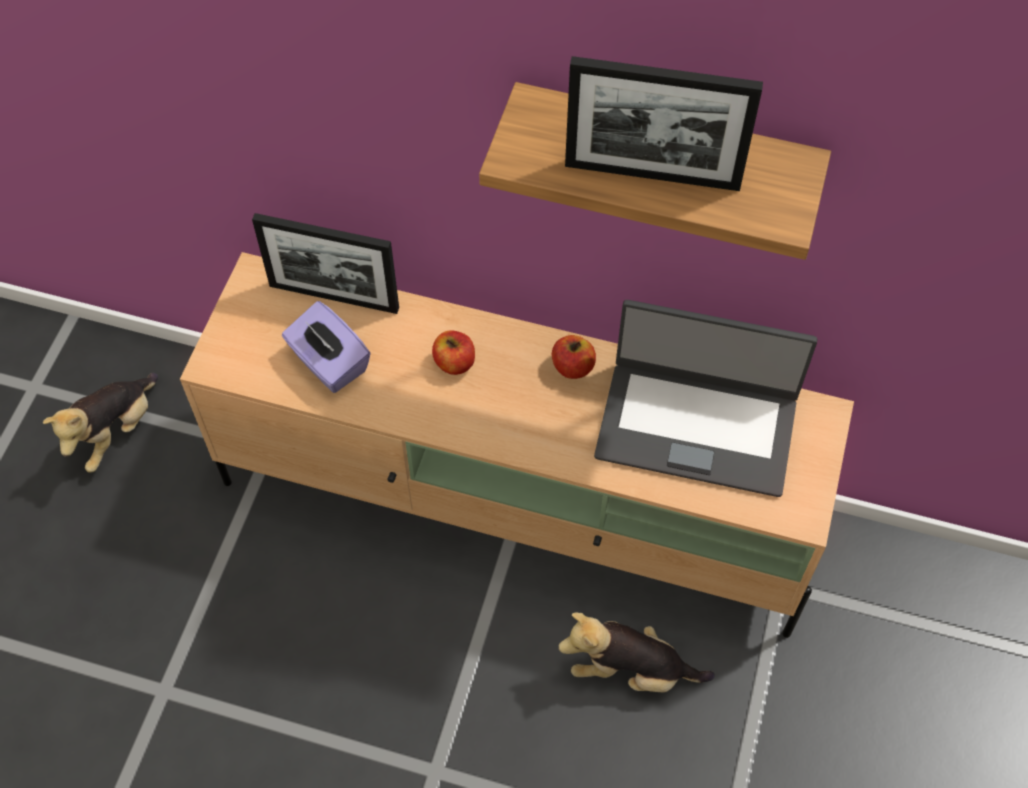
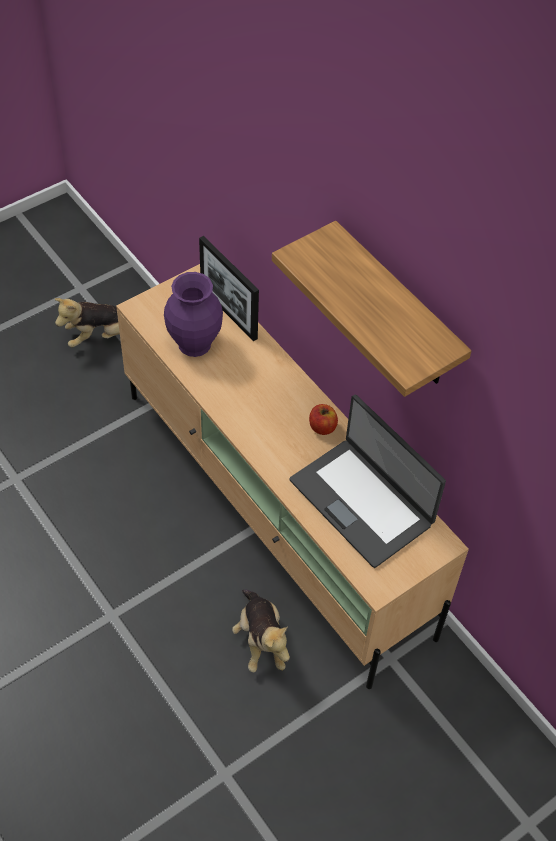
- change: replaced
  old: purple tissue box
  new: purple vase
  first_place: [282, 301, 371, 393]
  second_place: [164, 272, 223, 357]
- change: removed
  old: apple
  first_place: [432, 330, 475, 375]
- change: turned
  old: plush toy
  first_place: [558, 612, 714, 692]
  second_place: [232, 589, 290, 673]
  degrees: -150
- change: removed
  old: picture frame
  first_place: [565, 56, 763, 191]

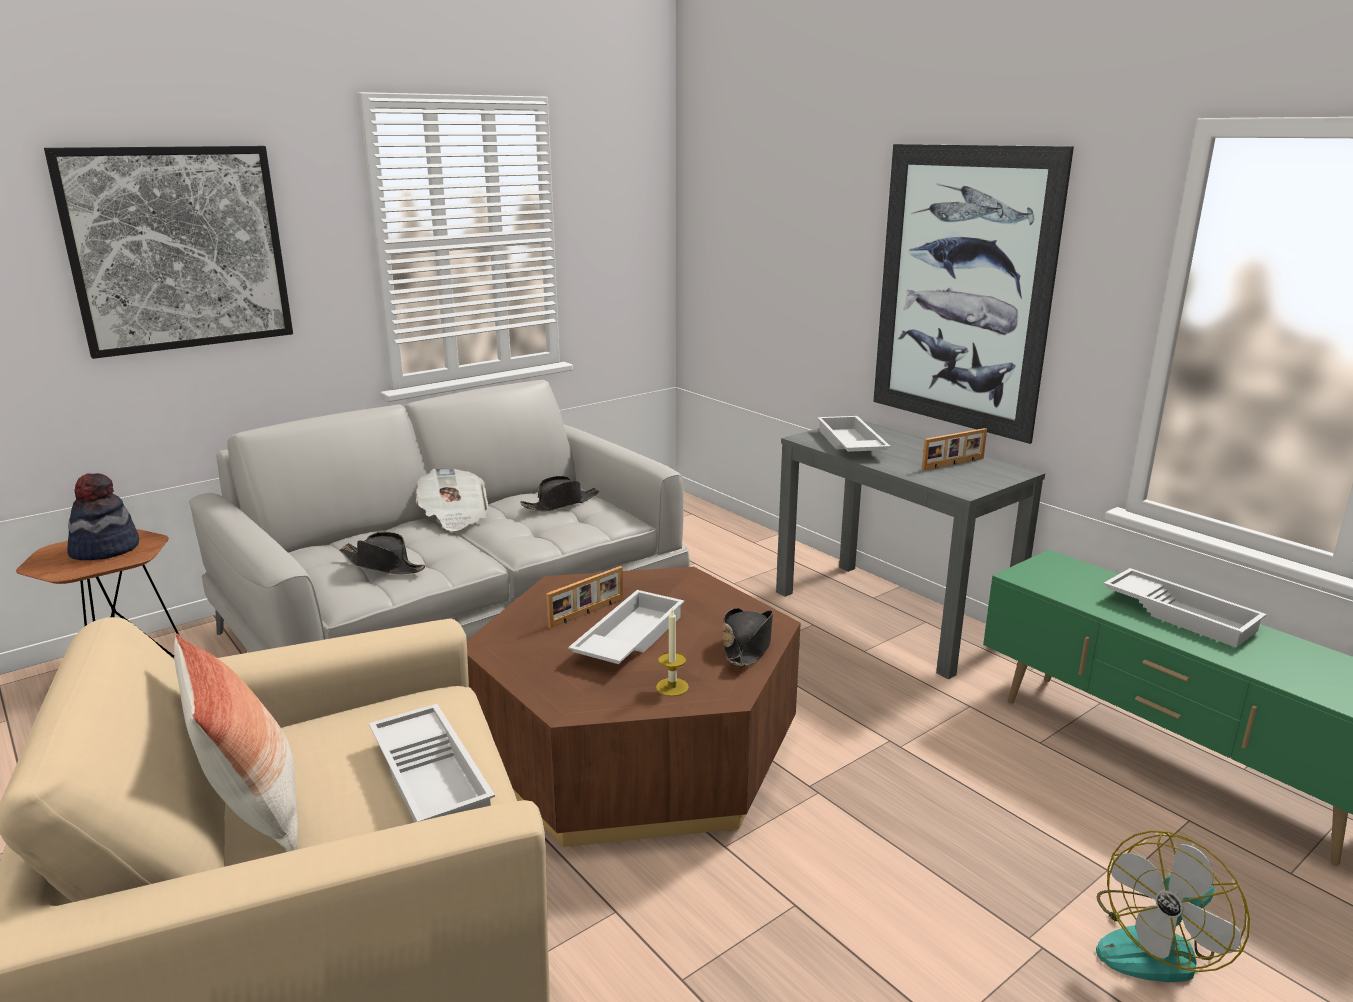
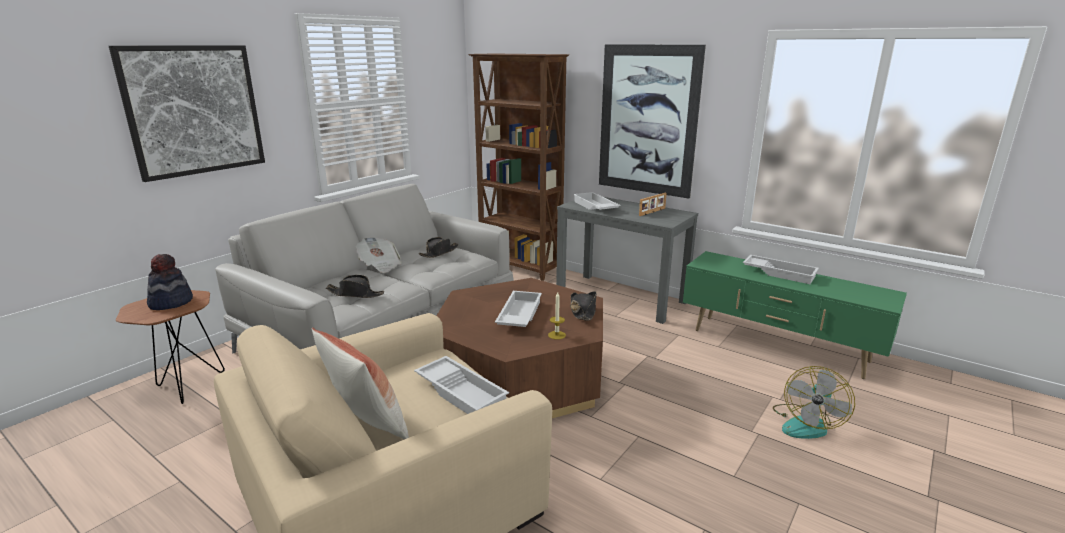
- change: removed
  old: picture frame
  first_place: [546, 566, 623, 629]
- change: added
  new: brown bookcase
  second_place: [468, 53, 569, 281]

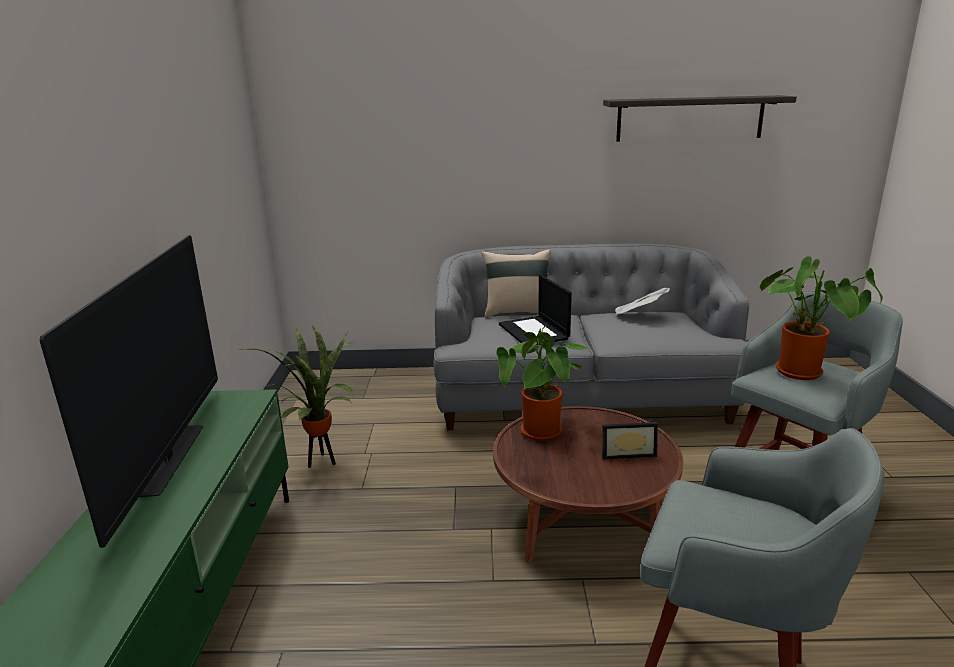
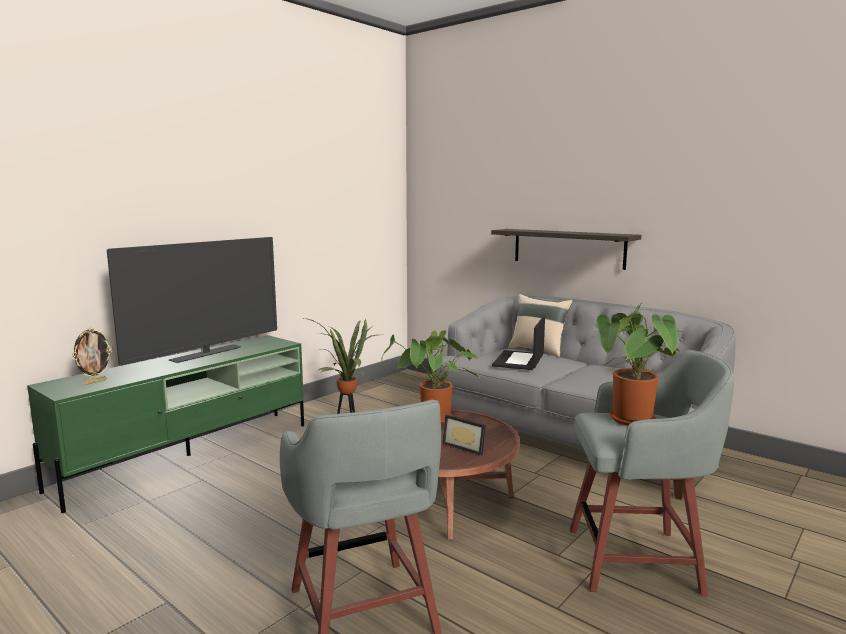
- change: moved
  old: shelf
  first_place: [603, 95, 797, 141]
  second_place: [491, 229, 641, 270]
- change: added
  new: picture frame
  second_place: [72, 328, 112, 385]

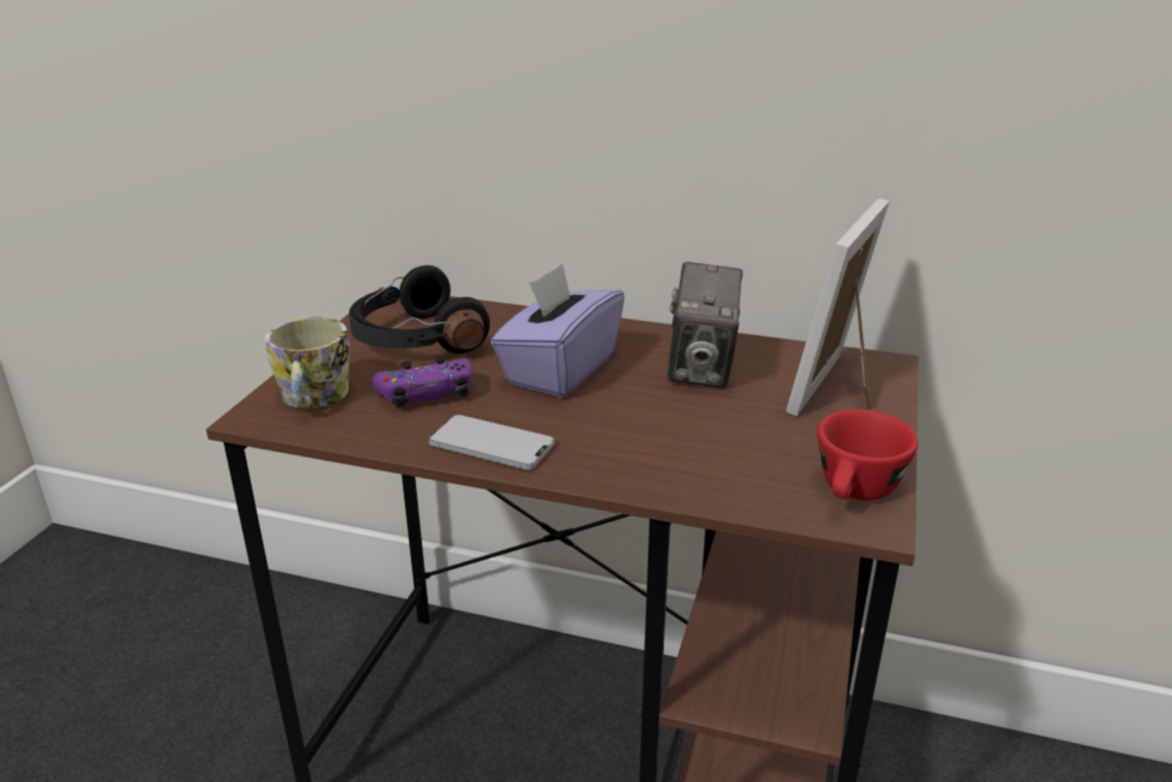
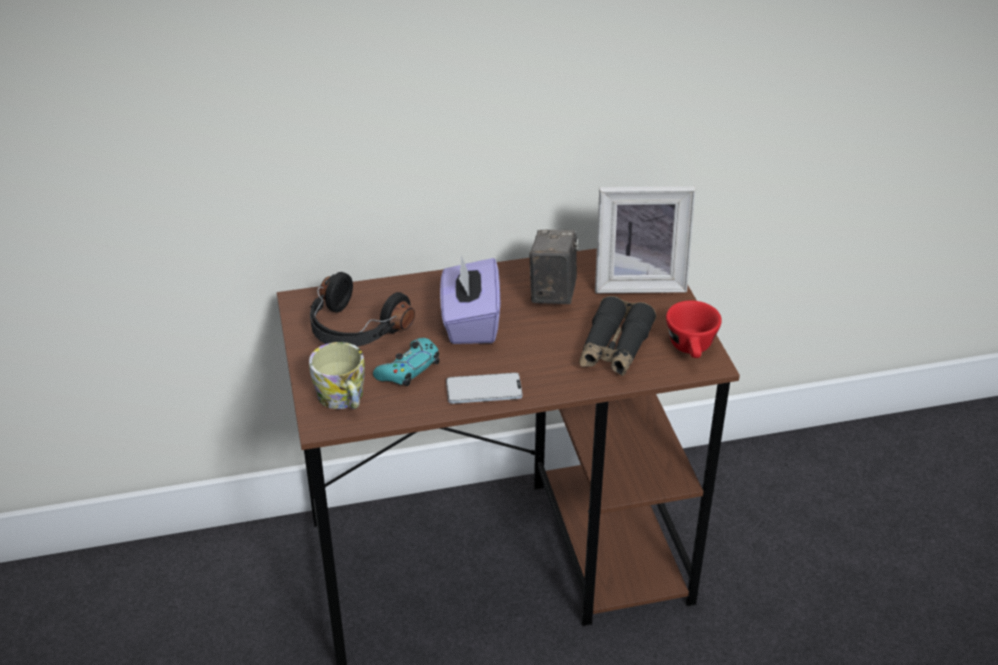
- change: recoloured
  old: purple game controller
  new: turquoise game controller
  first_place: [373, 355, 473, 408]
  second_place: [373, 338, 439, 386]
- change: turned
  old: photo camera
  first_place: [667, 262, 743, 388]
  second_place: [530, 230, 578, 304]
  degrees: -150
- change: turned
  old: picture frame
  first_place: [786, 198, 890, 416]
  second_place: [595, 186, 696, 293]
  degrees: -90
- change: added
  new: black binoculars
  second_place: [579, 296, 656, 376]

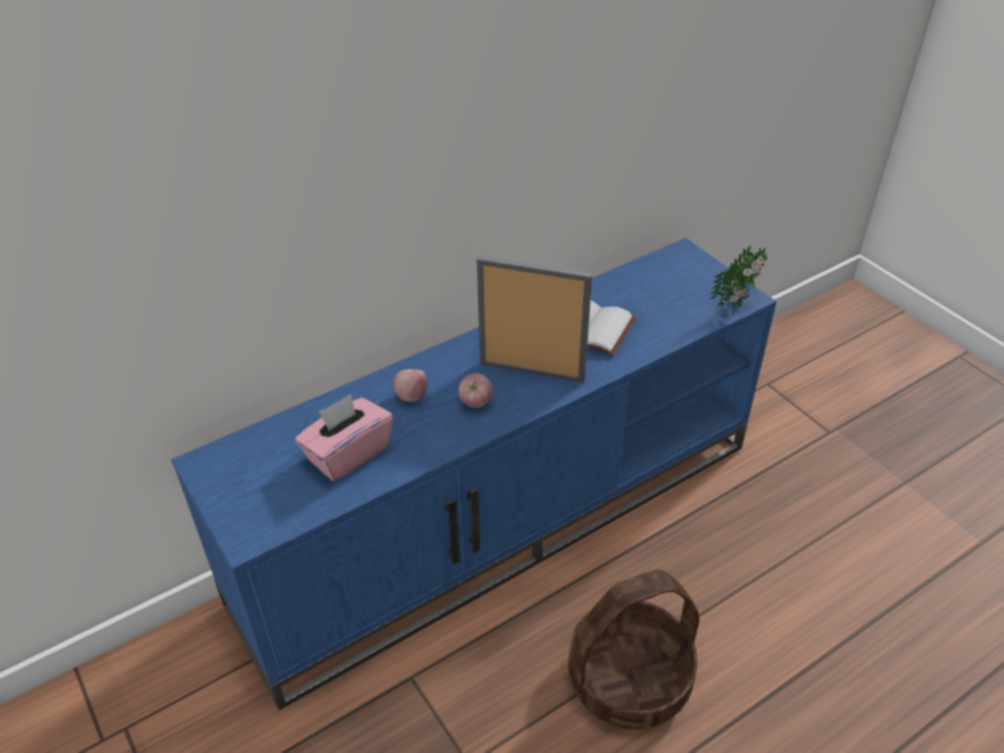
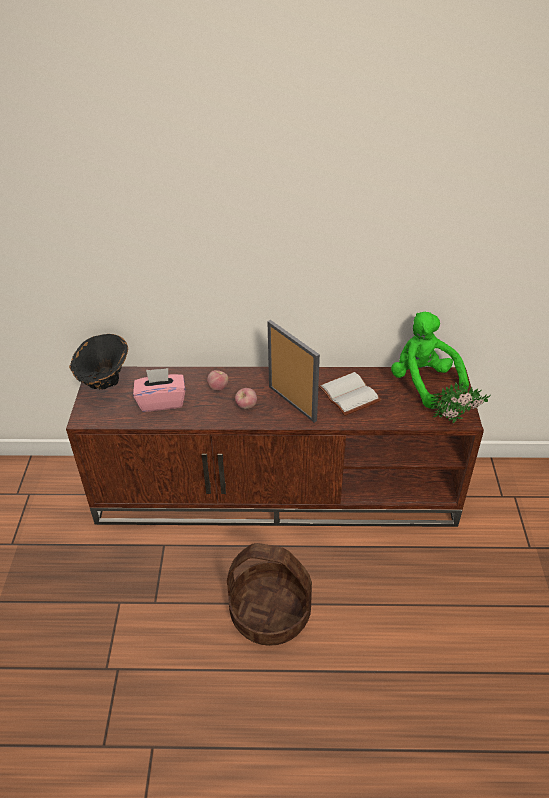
- change: recoloured
  old: blue tv stand
  new: brown tv stand
  first_place: [171, 238, 777, 710]
  second_place: [66, 367, 484, 527]
- change: added
  new: black vase
  second_place: [69, 334, 128, 390]
- change: added
  new: green plush toy
  second_place: [391, 312, 469, 408]

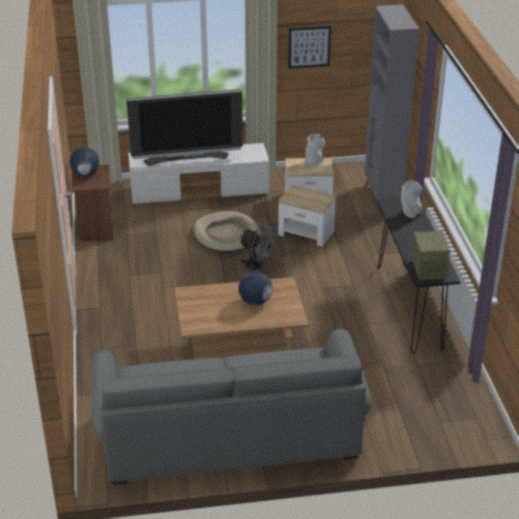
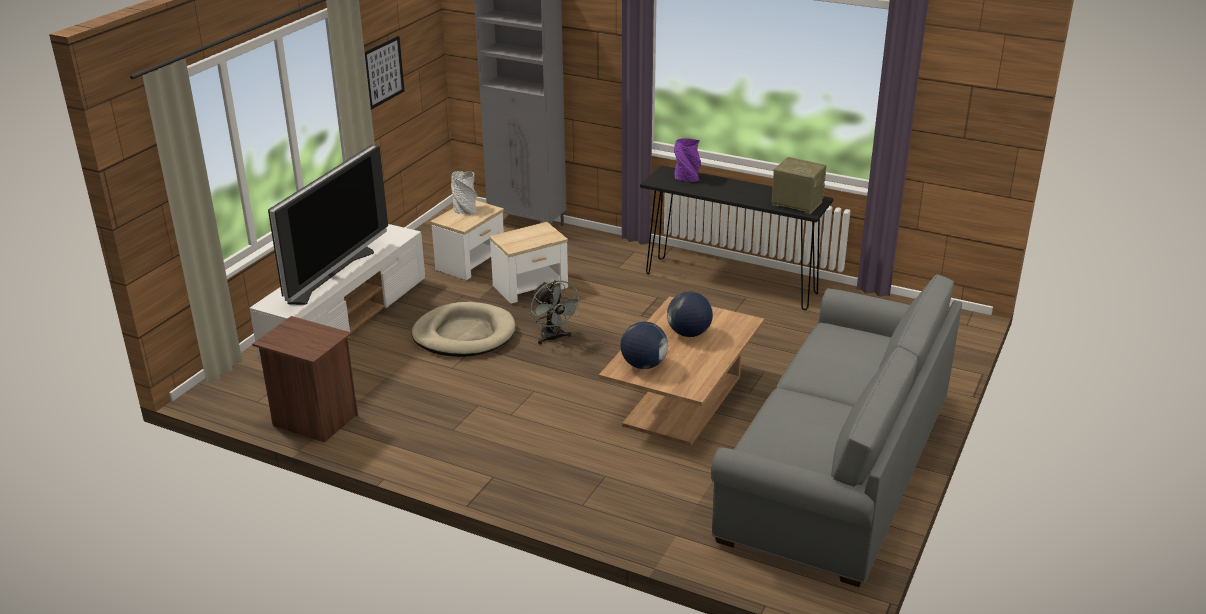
- change: moved
  old: globe
  first_place: [70, 147, 99, 177]
  second_place: [620, 322, 668, 369]
- change: turned
  old: grey fan
  first_place: [240, 224, 277, 272]
  second_place: [531, 280, 582, 345]
  degrees: 90
- change: recoloured
  old: grey vase
  new: purple vase
  first_place: [401, 180, 423, 218]
  second_place: [674, 138, 701, 182]

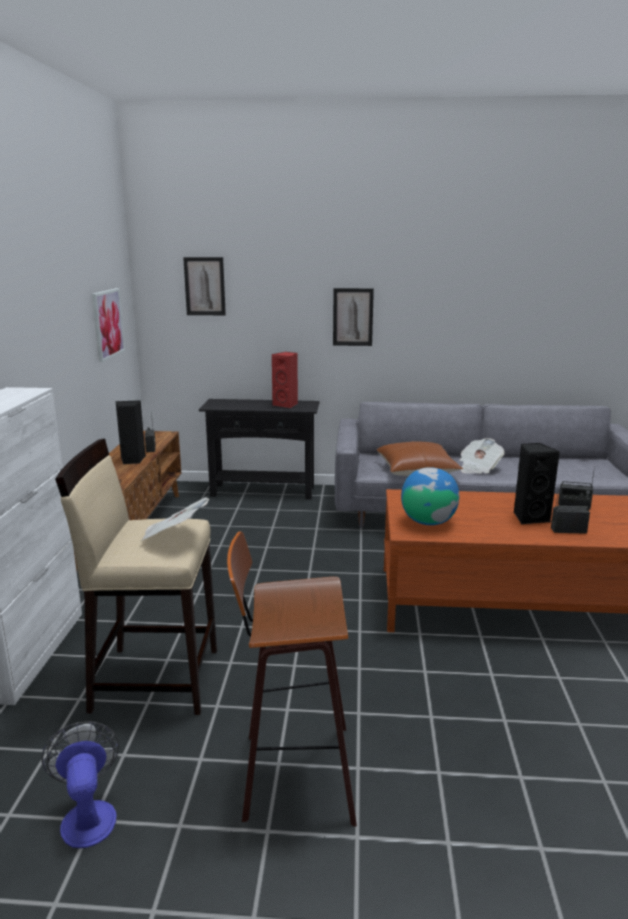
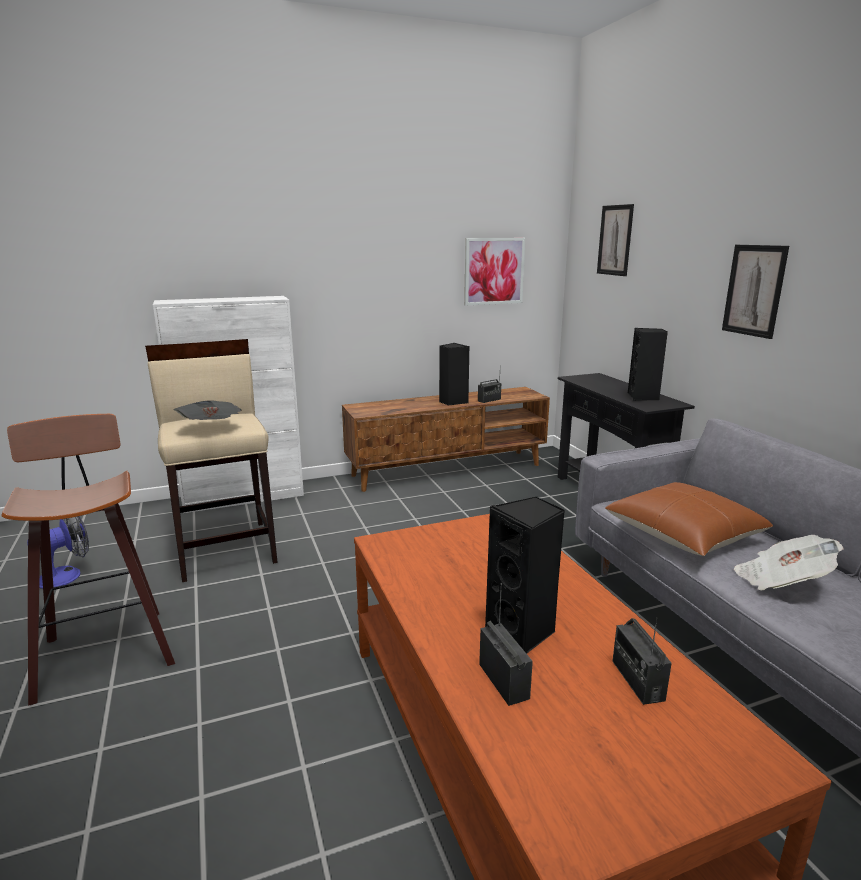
- change: recoloured
  old: red speaker
  new: black speaker
  first_place: [272, 352, 298, 408]
  second_place: [628, 328, 668, 401]
- change: removed
  old: globe
  first_place: [401, 467, 459, 525]

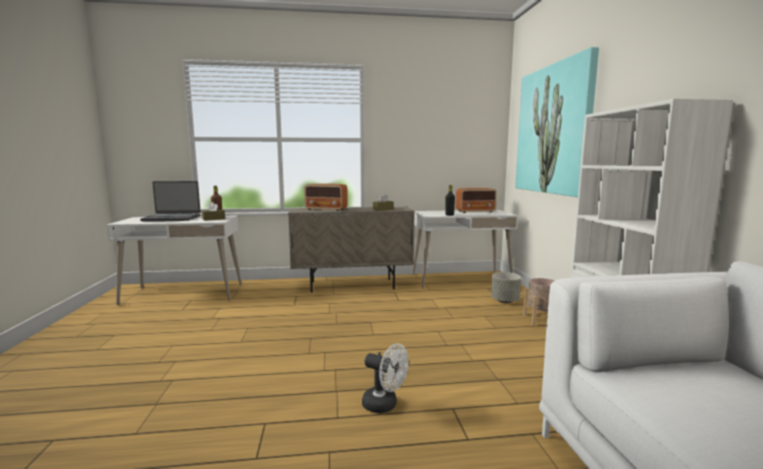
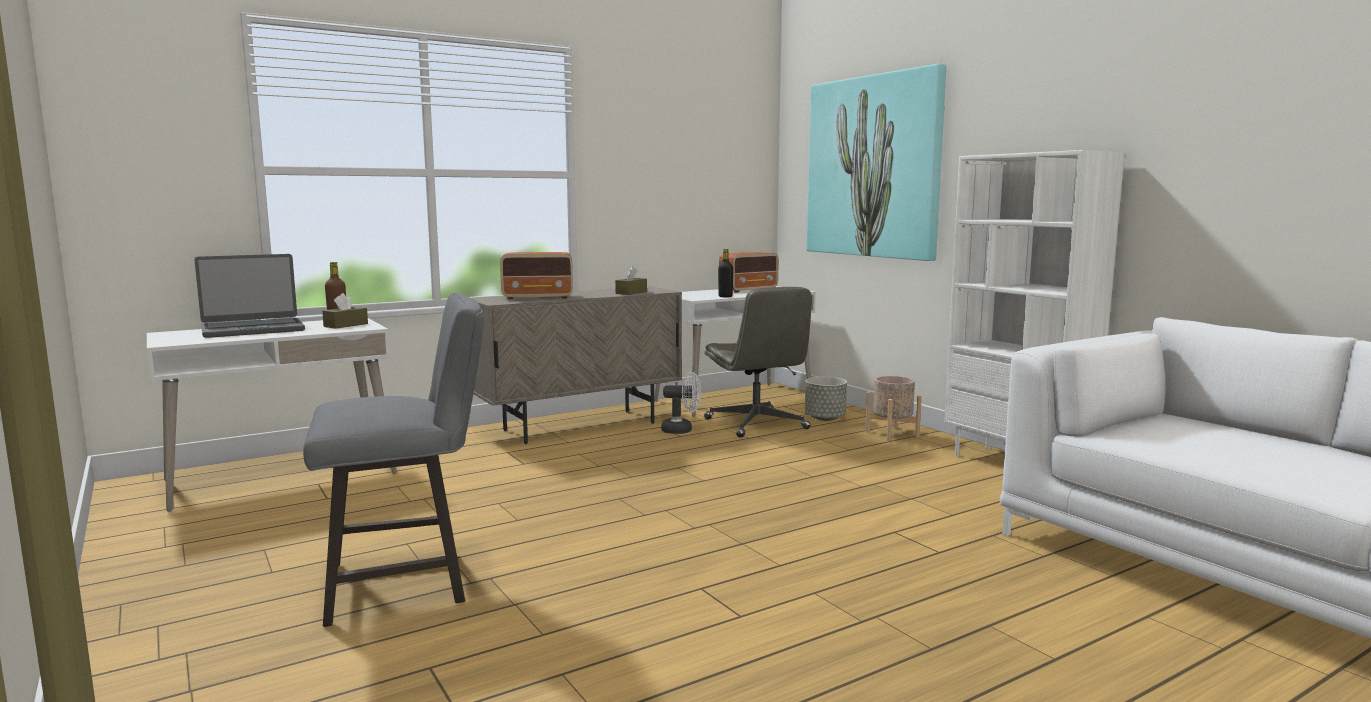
- change: moved
  old: white fan
  first_place: [362, 344, 409, 413]
  second_place: [661, 372, 701, 434]
- change: added
  new: grey stool
  second_place: [303, 293, 484, 627]
- change: added
  new: grey office chair
  second_place: [704, 287, 812, 438]

